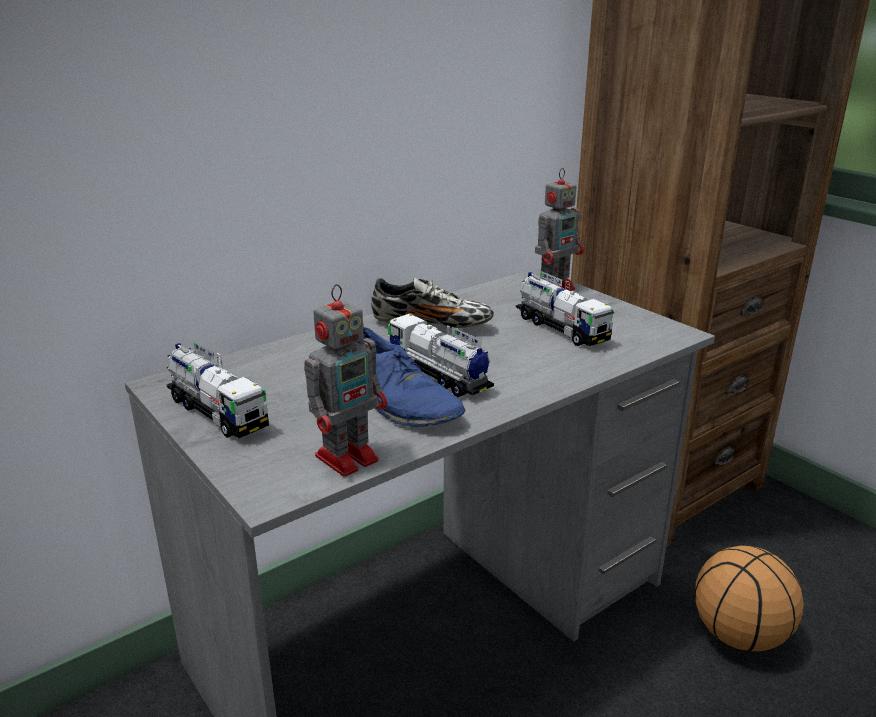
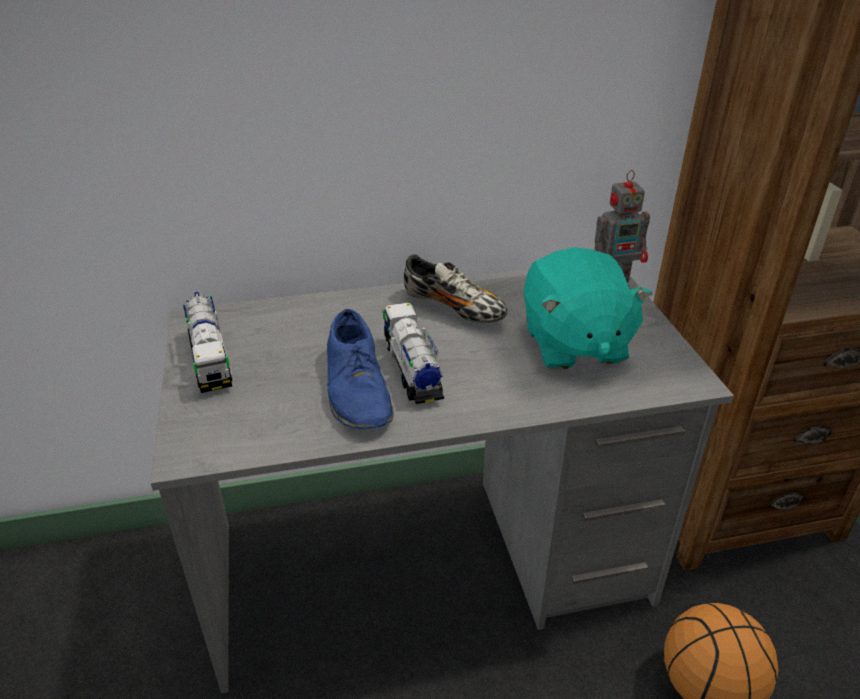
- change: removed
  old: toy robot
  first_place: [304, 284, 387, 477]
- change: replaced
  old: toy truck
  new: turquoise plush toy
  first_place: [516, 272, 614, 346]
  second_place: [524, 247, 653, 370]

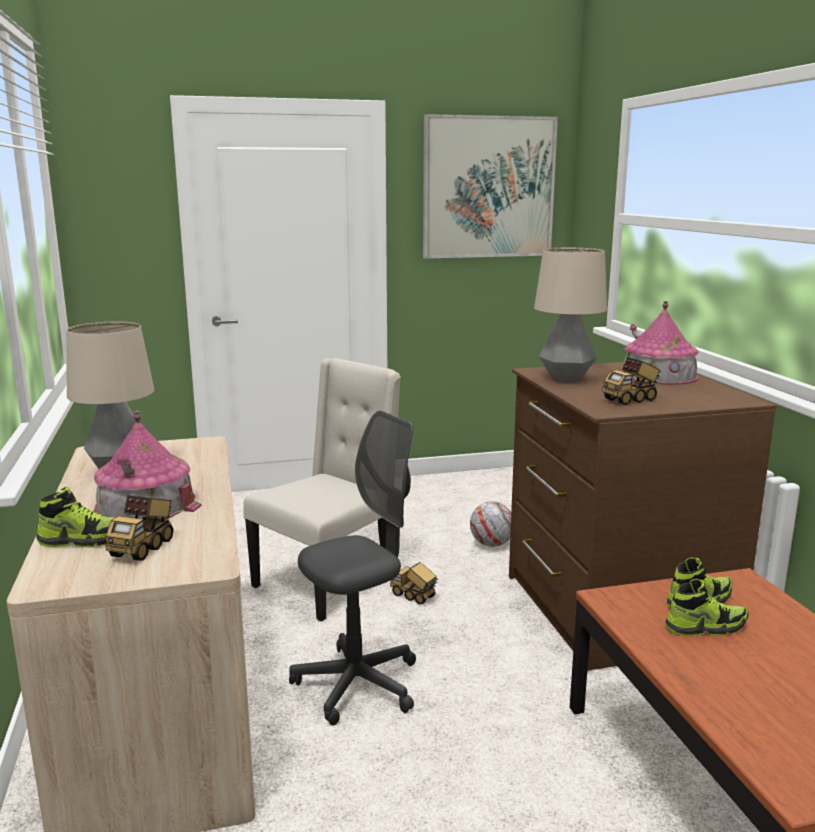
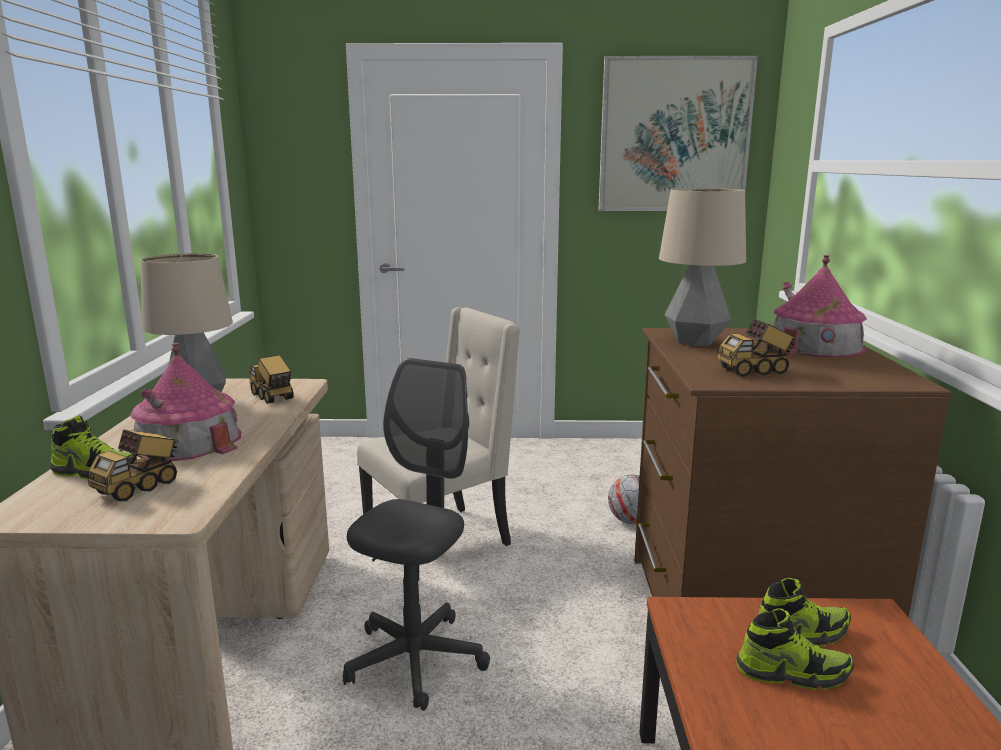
- change: turned
  old: grey office chair
  first_place: [289, 410, 416, 725]
  second_place: [343, 358, 490, 711]
  degrees: -45
- change: moved
  old: toy truck
  first_place: [390, 562, 438, 604]
  second_place: [249, 355, 294, 404]

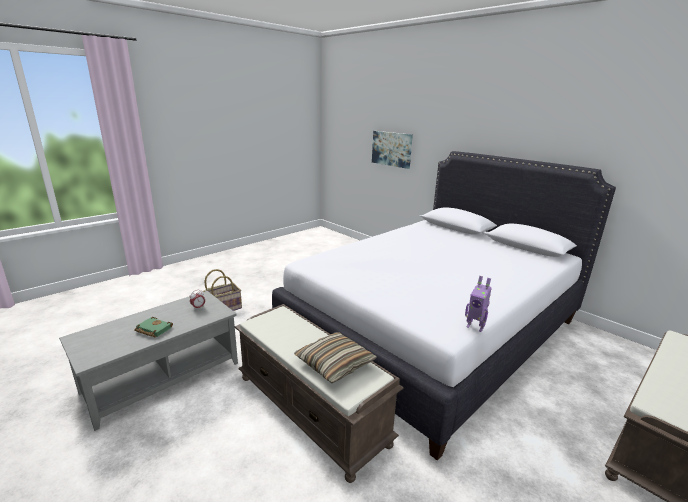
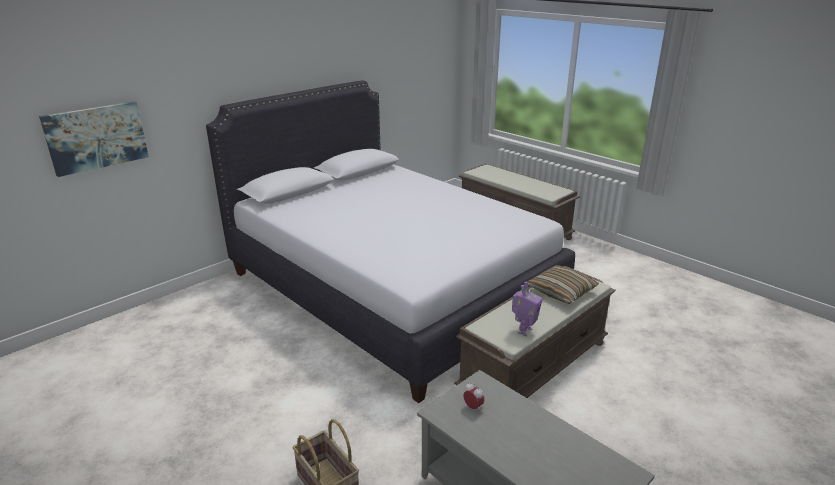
- change: removed
  old: green book
  first_place: [134, 317, 173, 337]
- change: moved
  old: toy robot
  first_place: [465, 276, 492, 332]
  second_place: [512, 282, 542, 336]

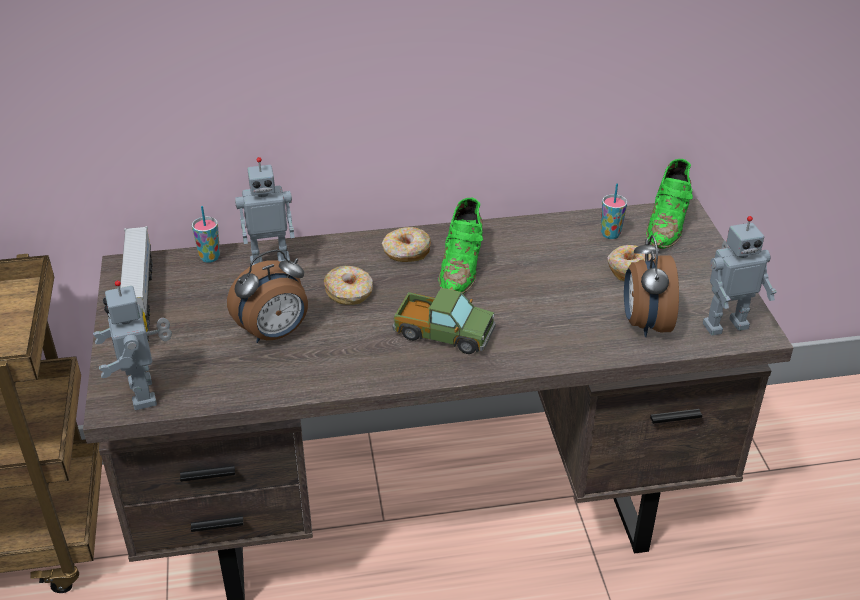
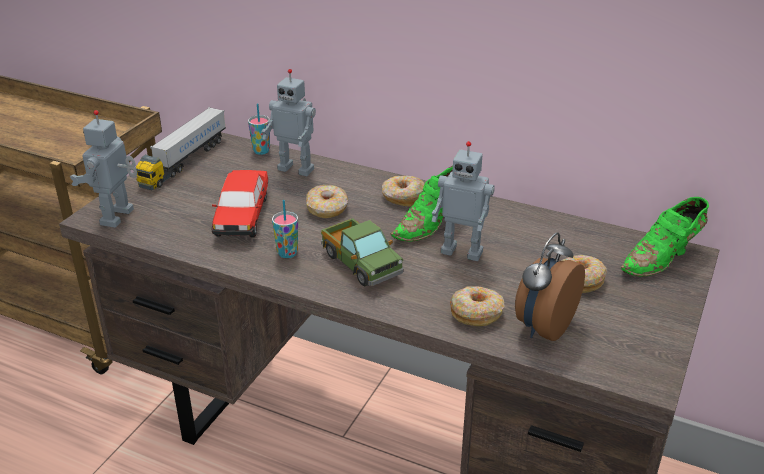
- change: replaced
  old: alarm clock
  new: toy car
  first_place: [227, 250, 308, 343]
  second_place: [212, 170, 268, 237]
- change: moved
  old: cup
  first_place: [601, 183, 627, 239]
  second_place: [272, 200, 298, 258]
- change: moved
  old: toy robot
  first_place: [703, 216, 777, 336]
  second_place: [432, 141, 495, 261]
- change: added
  new: donut
  second_place: [450, 286, 504, 326]

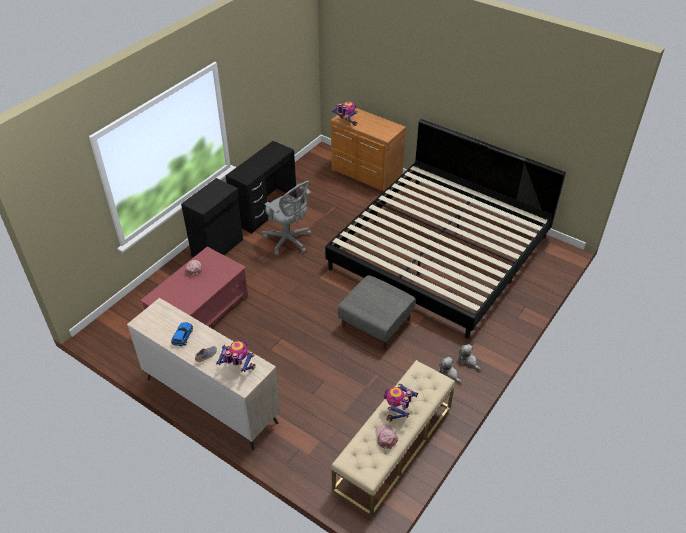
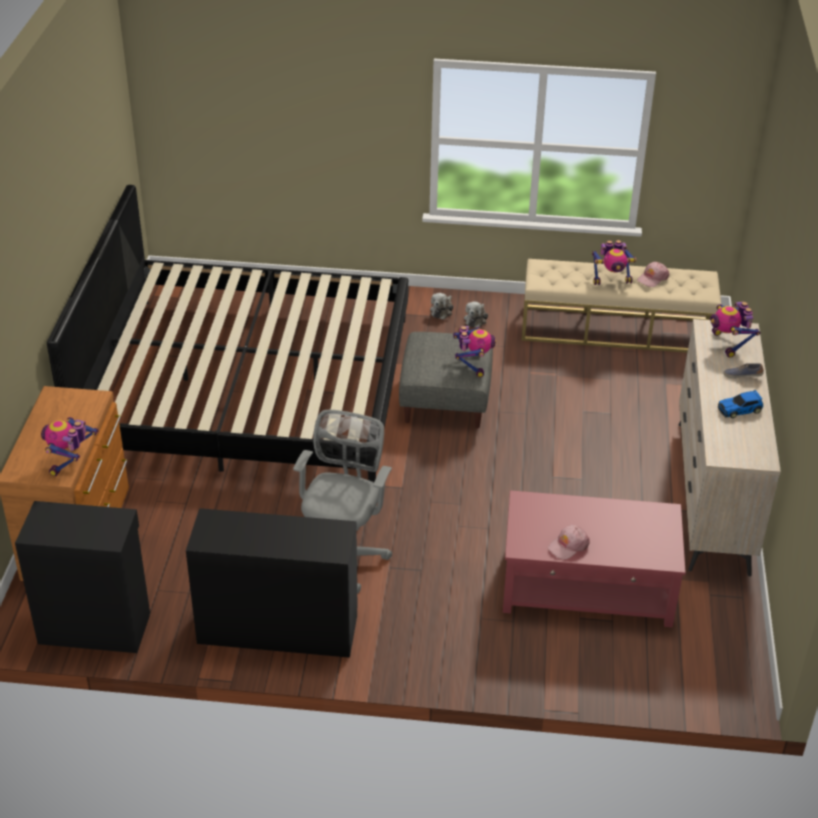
- change: moved
  old: black cabinet
  first_place: [181, 178, 243, 257]
  second_place: [15, 501, 150, 653]
- change: added
  new: toy robot
  second_place: [453, 326, 496, 377]

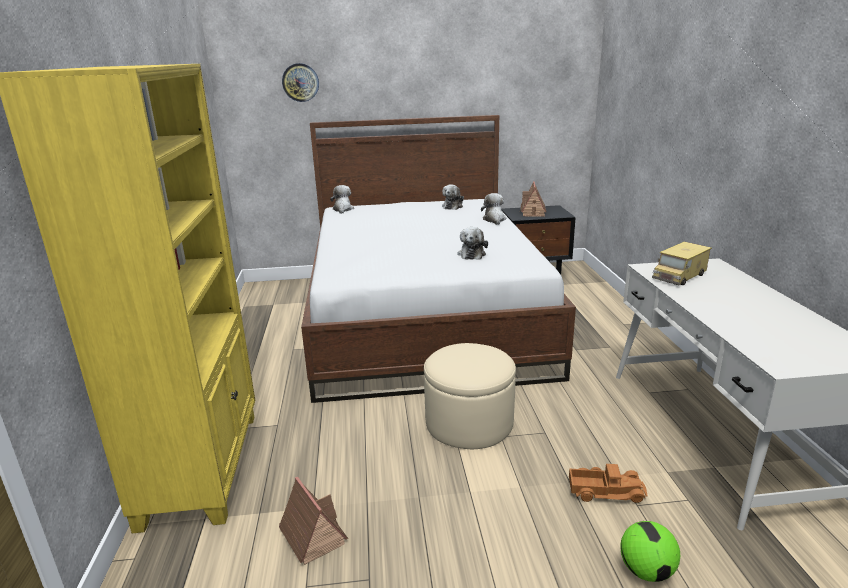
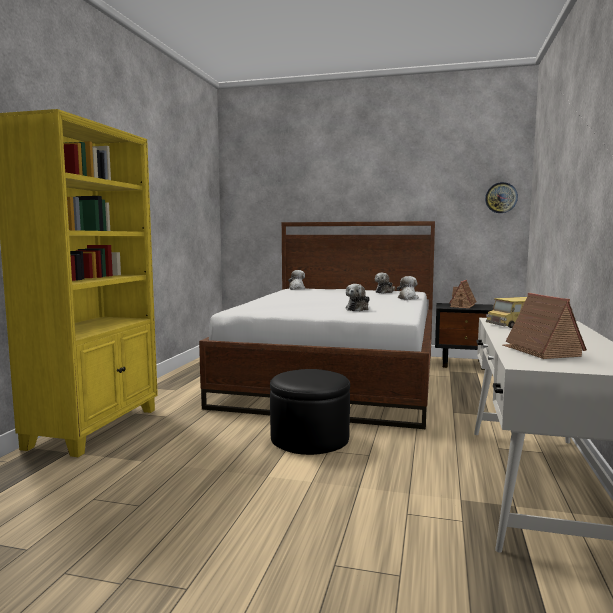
- change: moved
  old: toy house
  first_place: [279, 477, 348, 565]
  second_place: [503, 293, 587, 359]
- change: moved
  old: wall clock
  first_place: [282, 63, 319, 102]
  second_place: [485, 182, 518, 213]
- change: recoloured
  old: beige ottoman
  new: black ottoman
  first_place: [424, 343, 516, 449]
  second_place: [270, 369, 350, 455]
- change: removed
  old: toy truck
  first_place: [569, 464, 647, 503]
- change: removed
  old: football
  first_place: [620, 521, 680, 582]

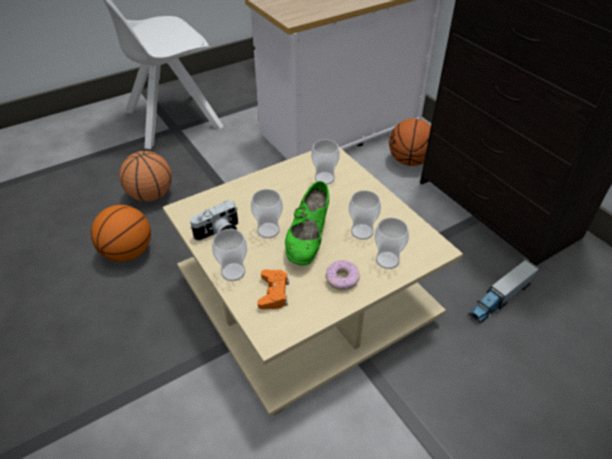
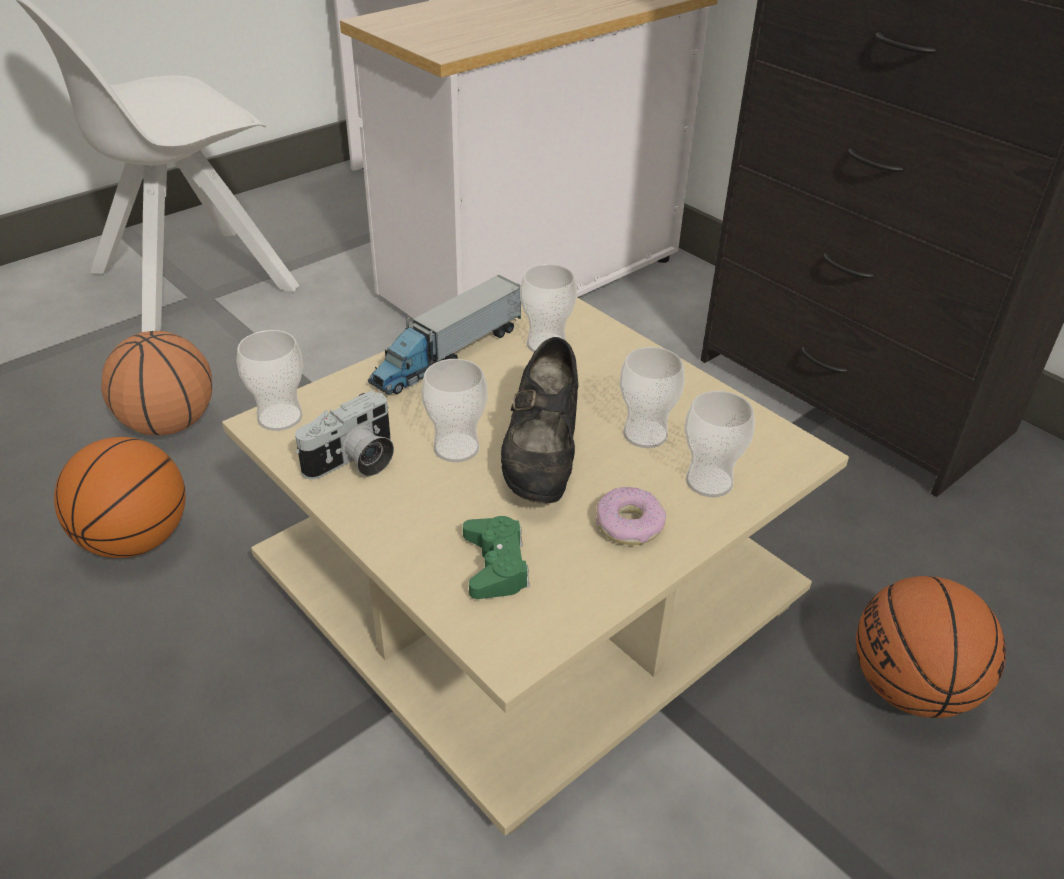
- change: moved
  old: cup
  first_place: [212, 229, 247, 281]
  second_place: [236, 330, 303, 431]
- change: recoloured
  old: orange game controller
  new: green game controller
  first_place: [258, 270, 289, 309]
  second_place: [463, 516, 530, 599]
- change: recoloured
  old: green shoe
  new: black shoe
  first_place: [285, 181, 329, 265]
  second_place: [501, 337, 578, 504]
- change: moved
  old: basketball
  first_place: [389, 118, 431, 166]
  second_place: [856, 576, 1006, 718]
- change: moved
  old: toy truck
  first_place: [468, 260, 540, 323]
  second_place: [368, 274, 521, 395]

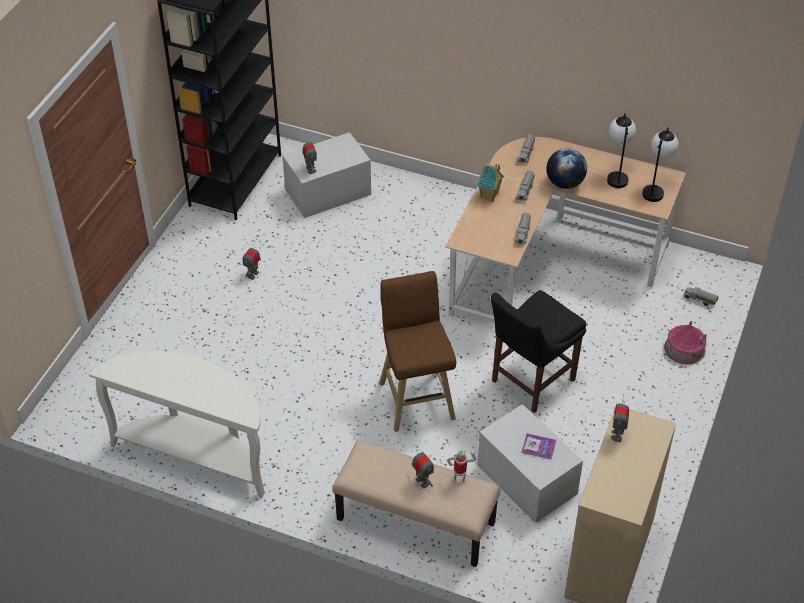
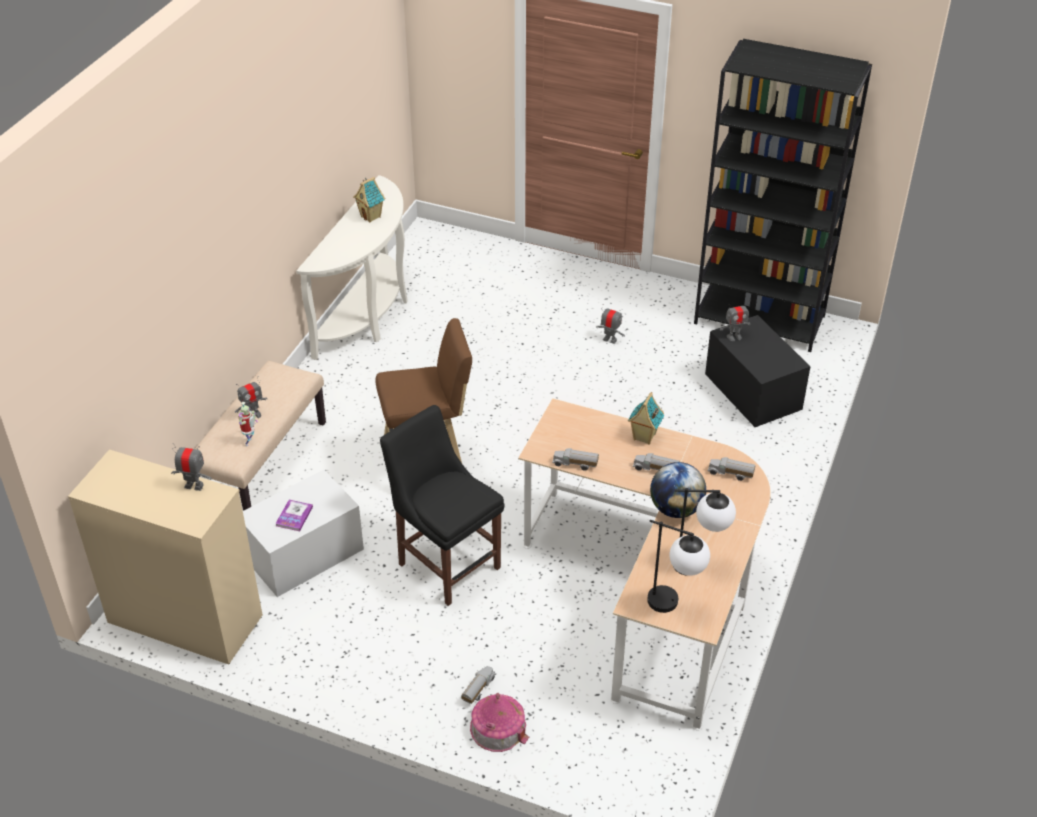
- change: recoloured
  old: white storage box
  new: black storage box
  first_place: [282, 132, 371, 218]
  second_place: [705, 315, 810, 427]
- change: moved
  old: toy truck
  first_place: [683, 287, 718, 306]
  second_place: [461, 666, 497, 704]
- change: added
  new: toy house
  second_place: [353, 177, 385, 223]

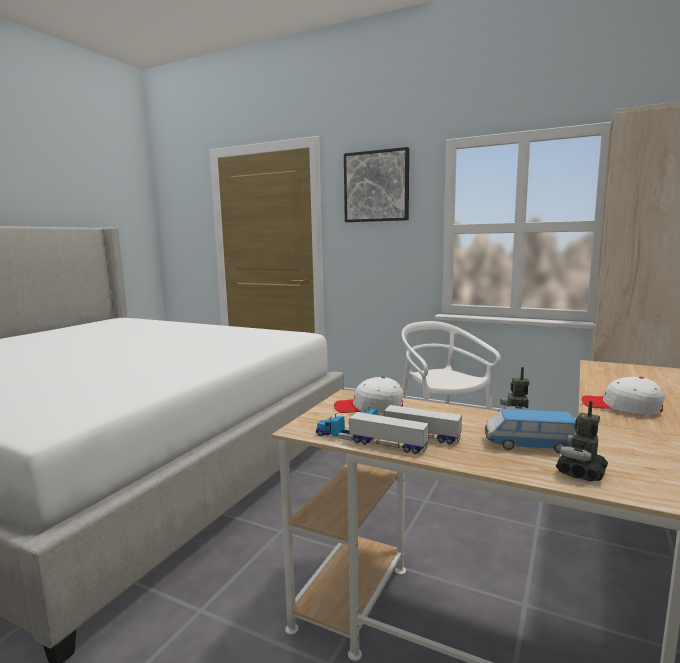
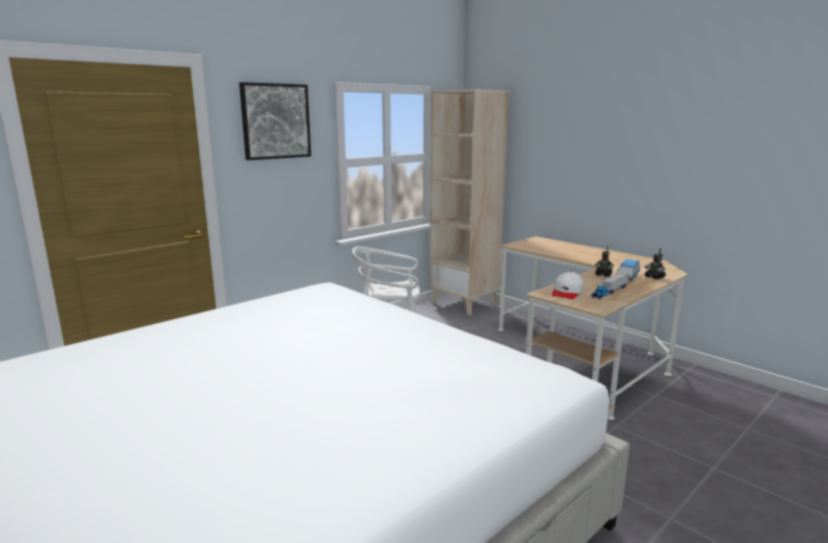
- change: removed
  old: toy truck
  first_place: [316, 412, 429, 454]
- change: removed
  old: white cap
  first_place: [582, 377, 665, 414]

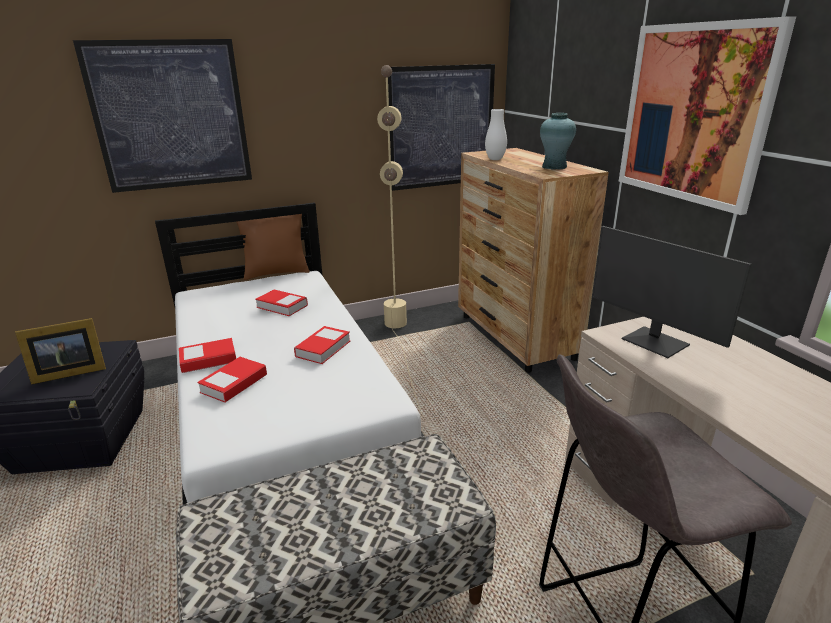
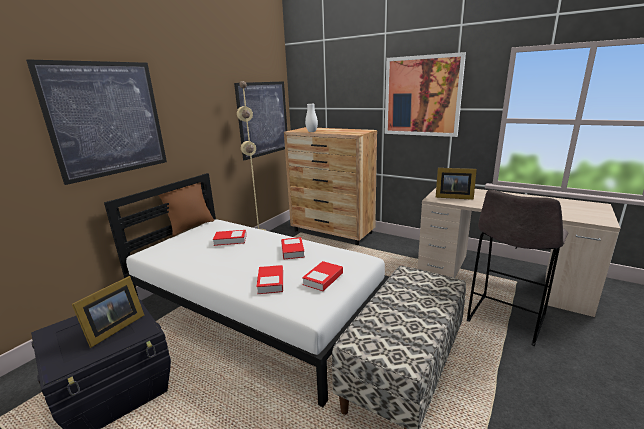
- change: moved
  old: book
  first_place: [179, 338, 236, 373]
  second_place: [302, 261, 343, 291]
- change: removed
  old: turquoise vase
  first_place: [540, 113, 576, 170]
- change: replaced
  old: monitor
  new: picture frame
  first_place: [592, 226, 752, 358]
  second_place: [436, 168, 477, 200]

